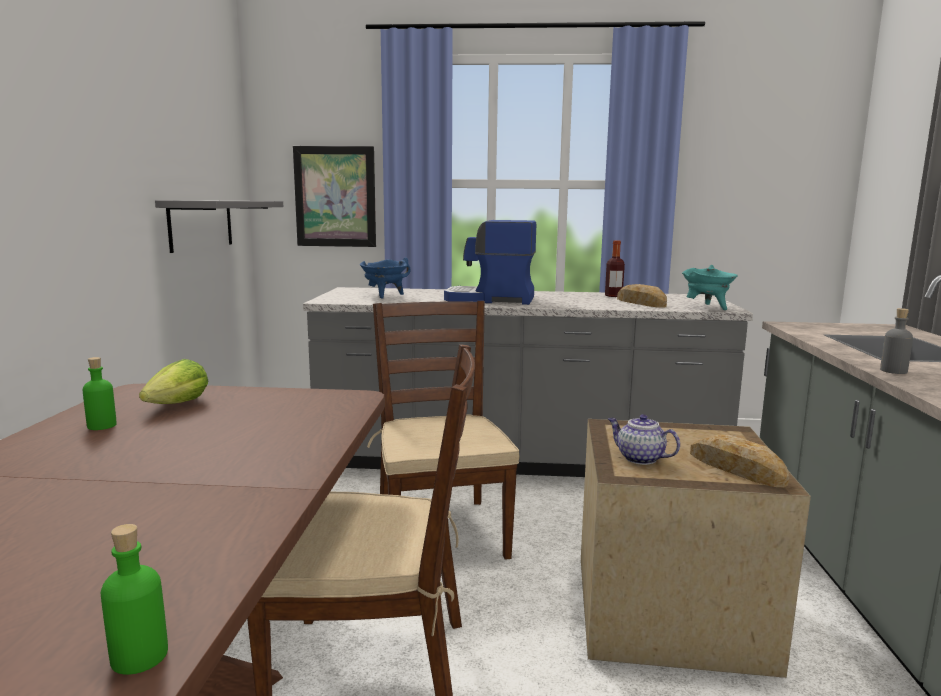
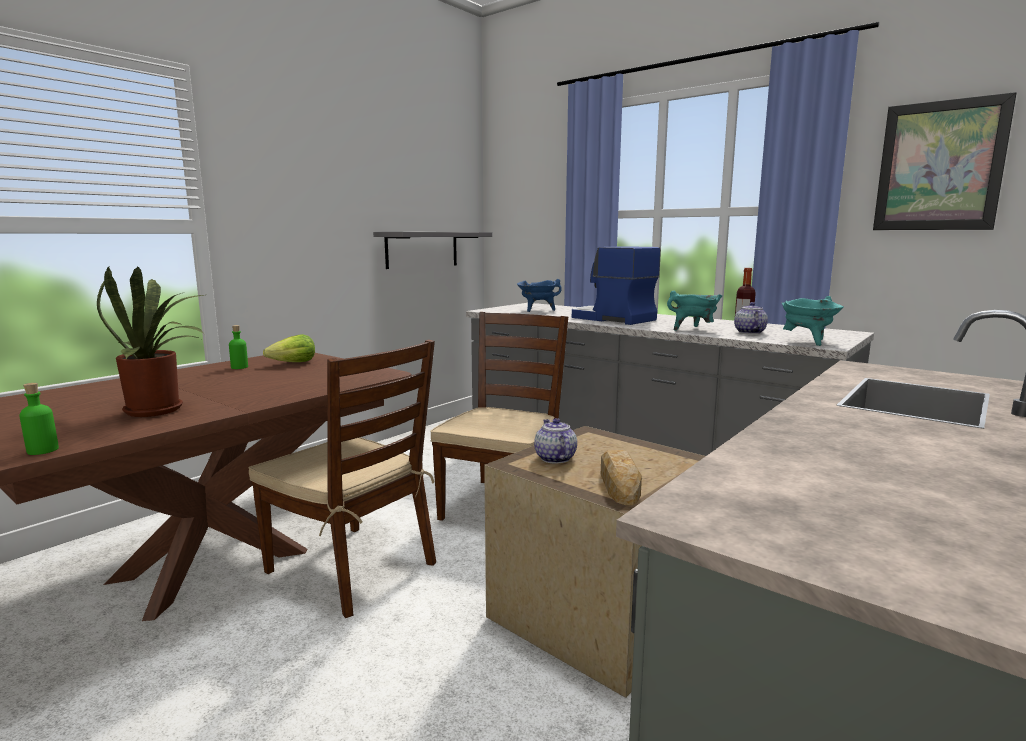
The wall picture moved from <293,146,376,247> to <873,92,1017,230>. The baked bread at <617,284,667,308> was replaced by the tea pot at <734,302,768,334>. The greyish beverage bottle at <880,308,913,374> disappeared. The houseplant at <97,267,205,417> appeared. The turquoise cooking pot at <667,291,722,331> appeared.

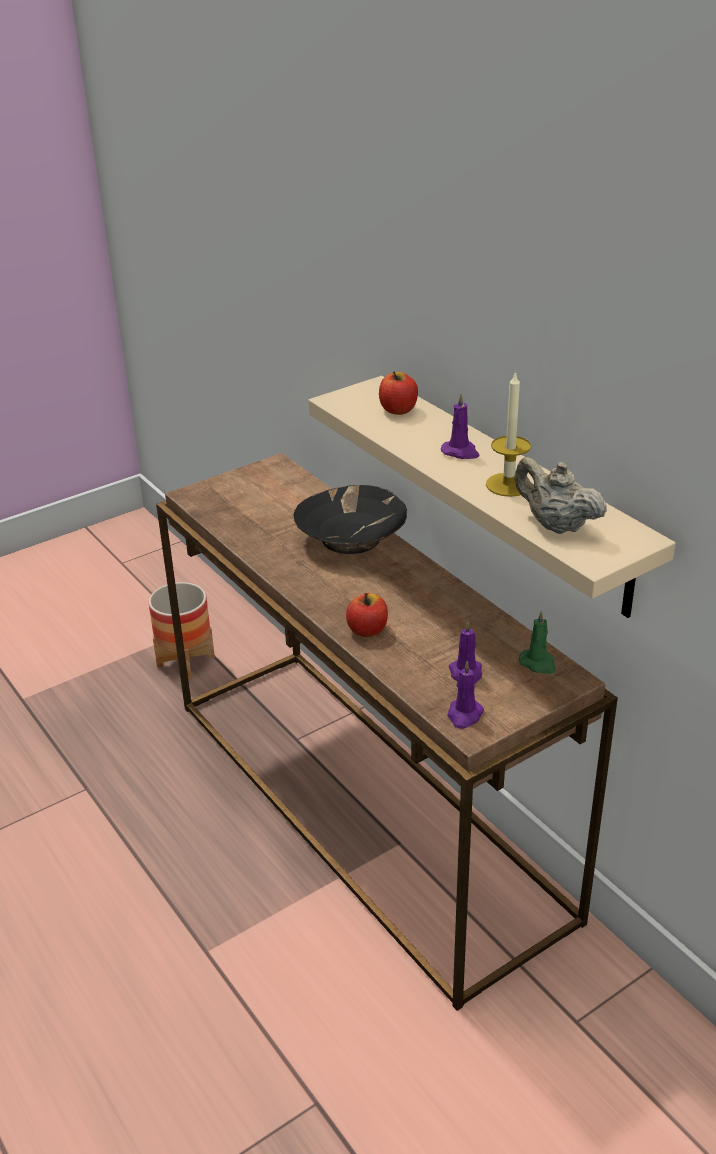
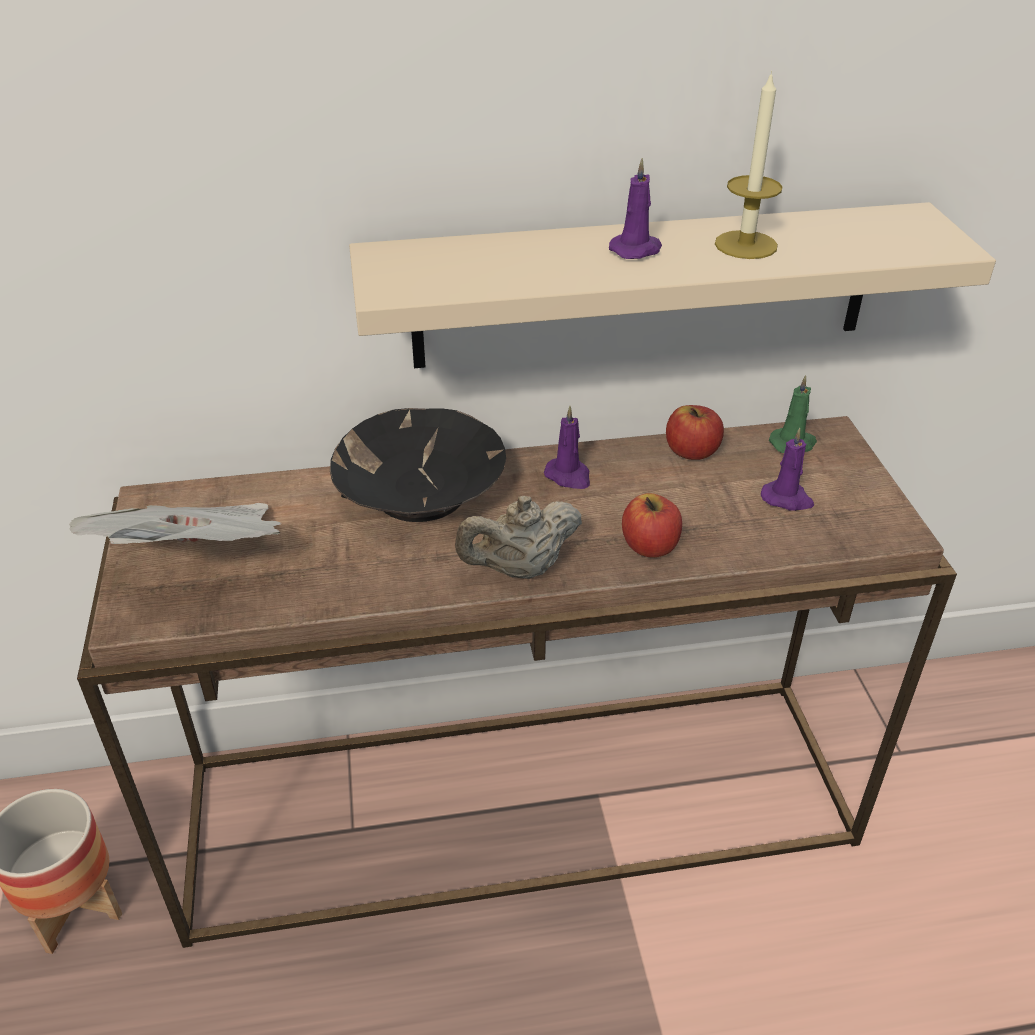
The apple fruit moved from <379,371,418,415> to <666,405,724,460>. The purplish wax candle moved from <448,661,484,729> to <544,406,590,489>. The beige-coloured tea pot moved from <514,457,607,534> to <455,496,582,579>. The printed paper at <69,503,281,544> appeared.

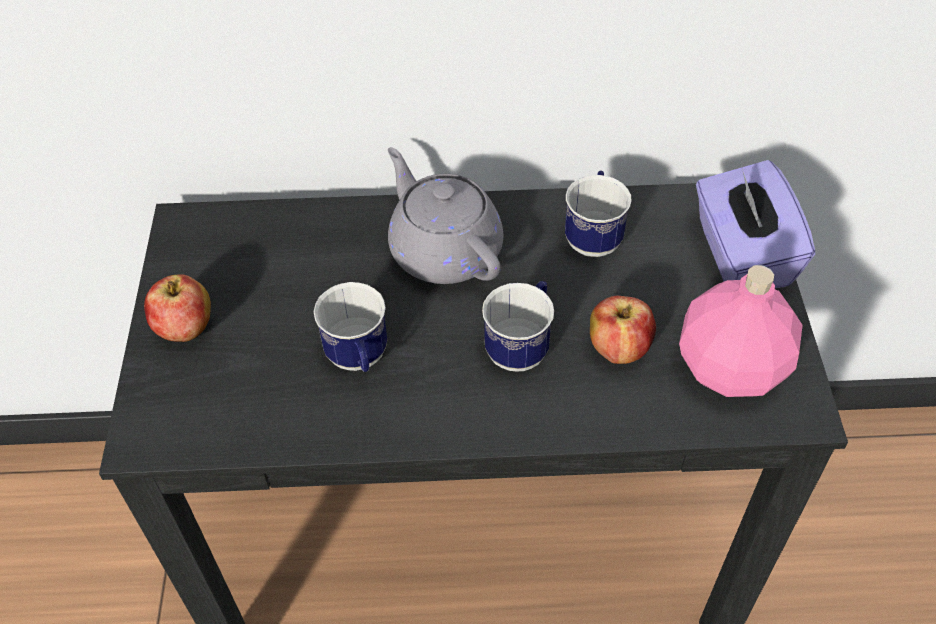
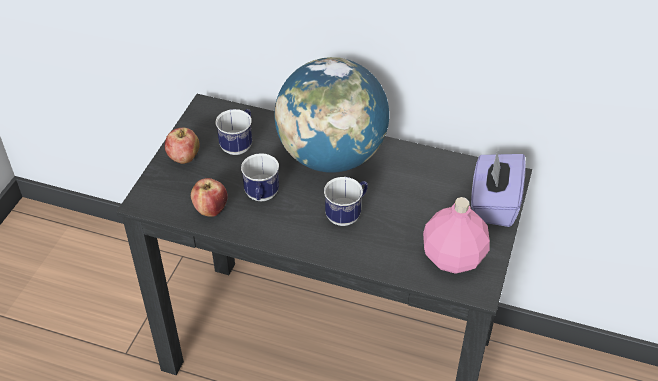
The greyish tea pot at <388,147,503,284> was replaced by the desk globe at <275,57,389,173>. The mug moved from <565,171,631,257> to <216,109,252,155>. The apple fruit moved from <590,296,656,364> to <191,178,228,217>.

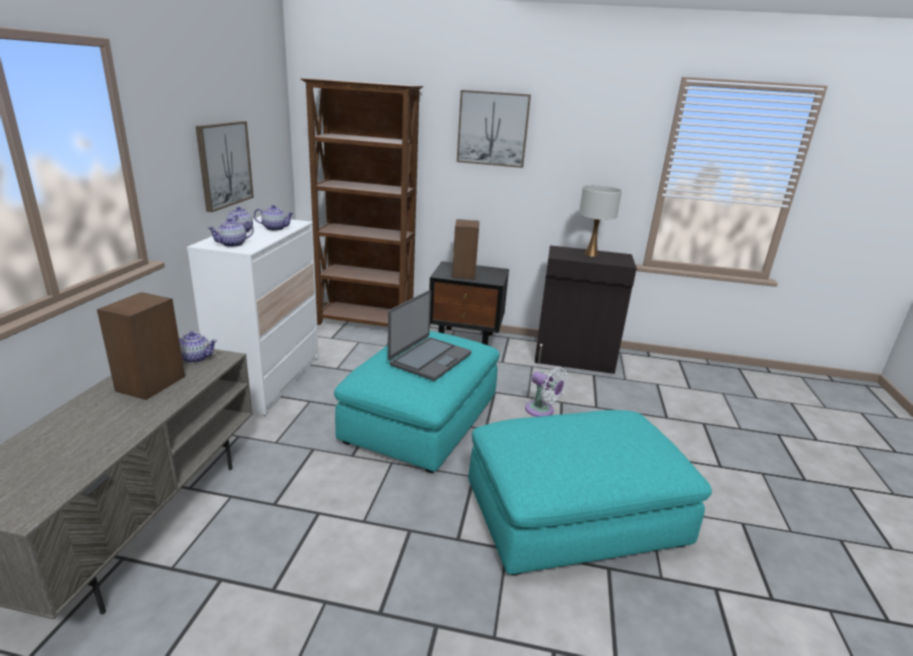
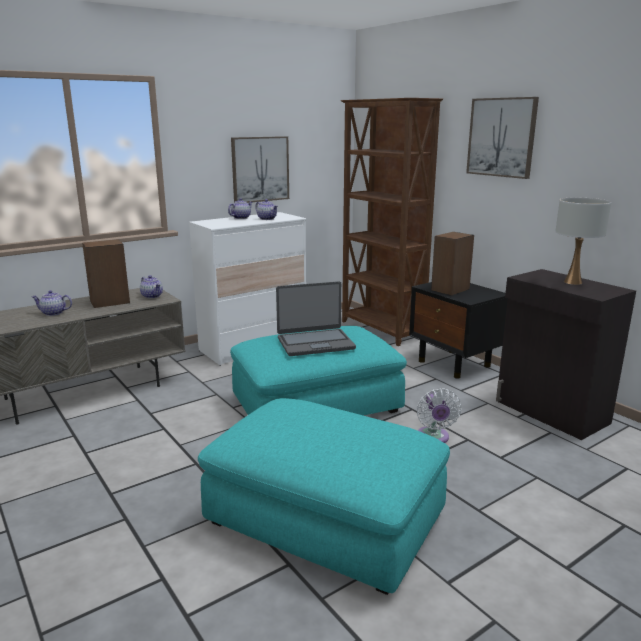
The tea pot moved from <207,218,254,247> to <32,290,72,316>.

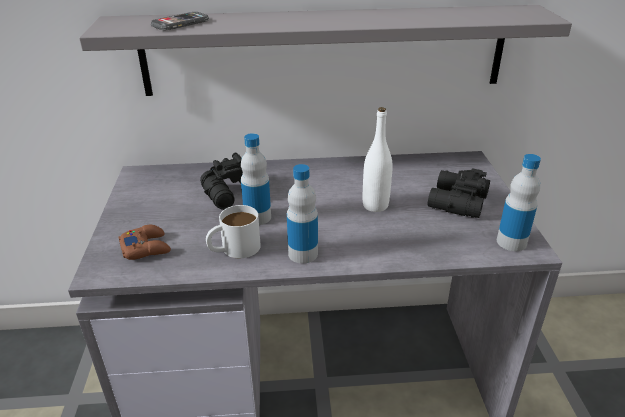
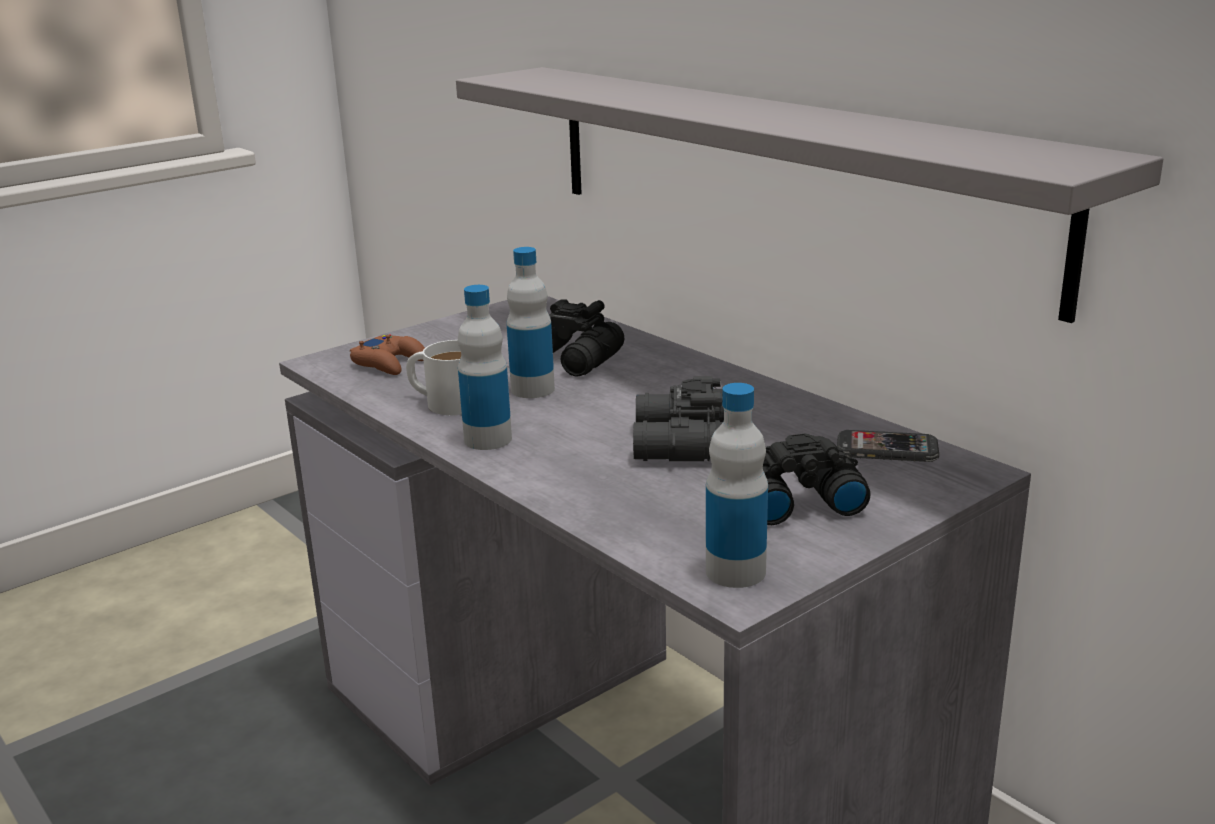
The telephone moved from <151,12,209,30> to <837,430,939,462>. The white-coloured beverage bottle at <363,107,393,212> was replaced by the blackish binoculars at <633,376,724,461>.

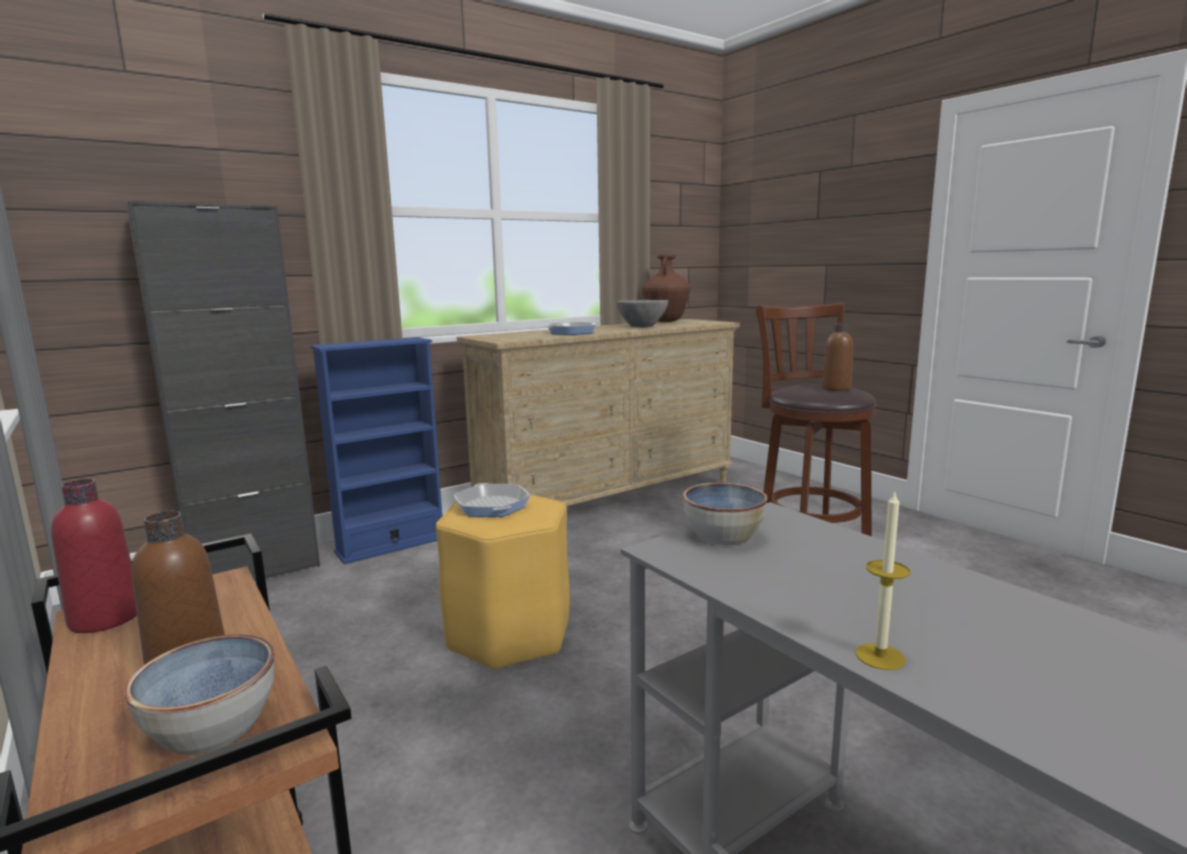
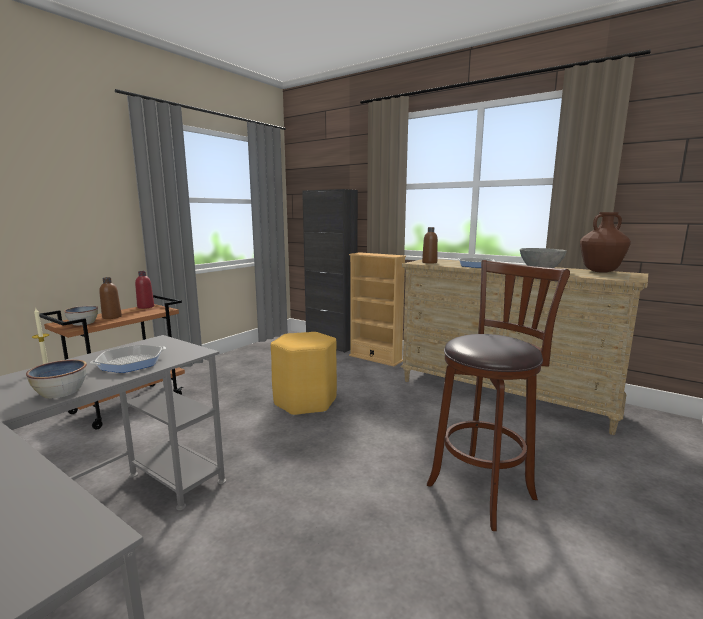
The blue bookcase at <311,337,442,564> became the beige-coloured bookcase at <349,252,406,366>. The frying pan moved from <454,483,530,517> to <90,345,166,373>. The deep dish moved from <683,483,768,545> to <26,360,87,398>. The brownish beverage bottle moved from <822,323,853,391> to <422,227,438,264>.

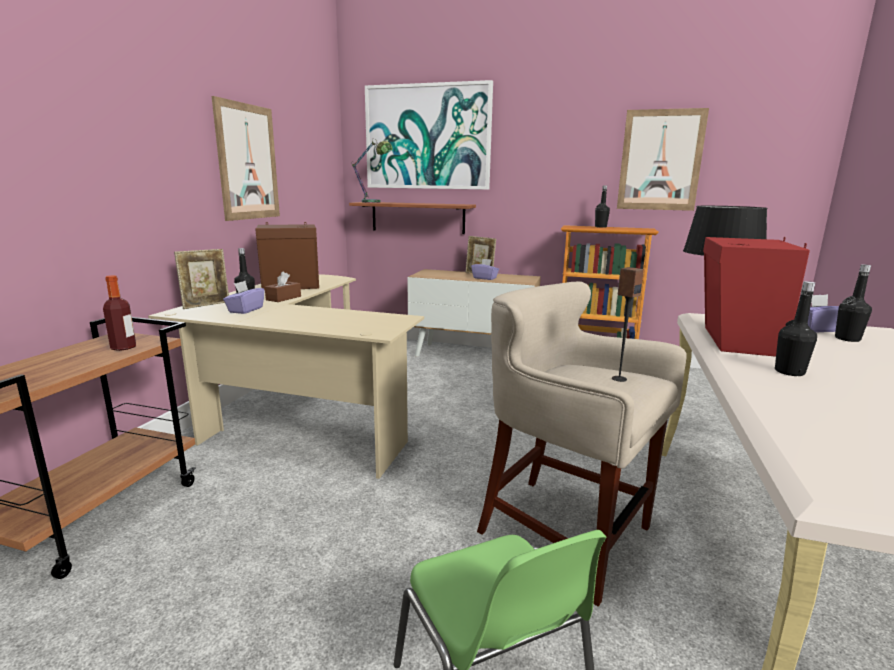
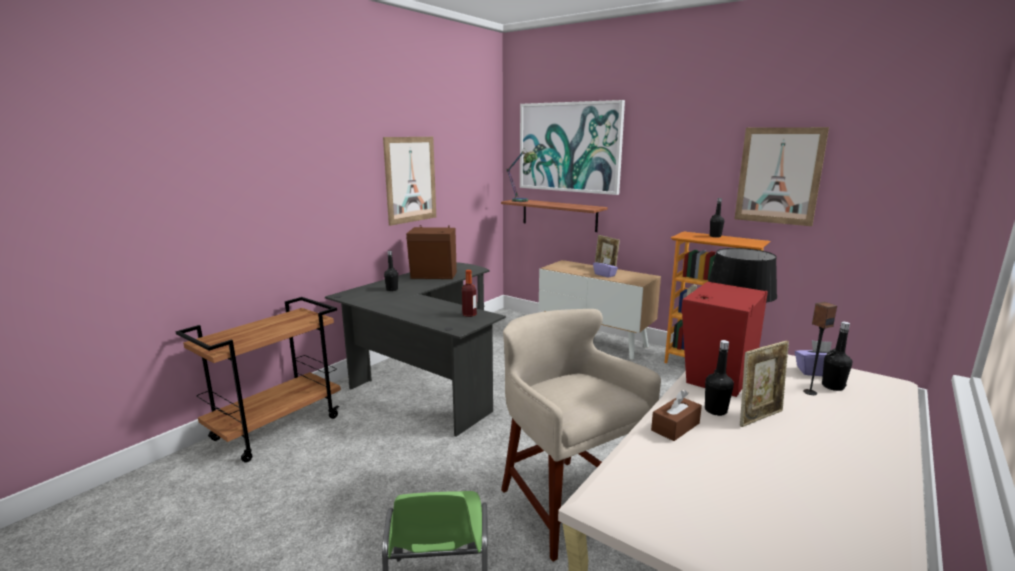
The beverage bottle moved from <103,275,136,351> to <462,270,477,317>. The beige-coloured desk table at <148,274,424,479> became the blackish desk table at <325,262,506,437>. The standing frame moved from <174,249,229,309> to <740,341,789,427>. The purplish tissue holder at <223,281,265,314> disappeared. The brownish tissue holder moved from <265,271,301,302> to <651,390,702,441>. The audio speaker moved from <612,267,644,382> to <803,302,837,395>.

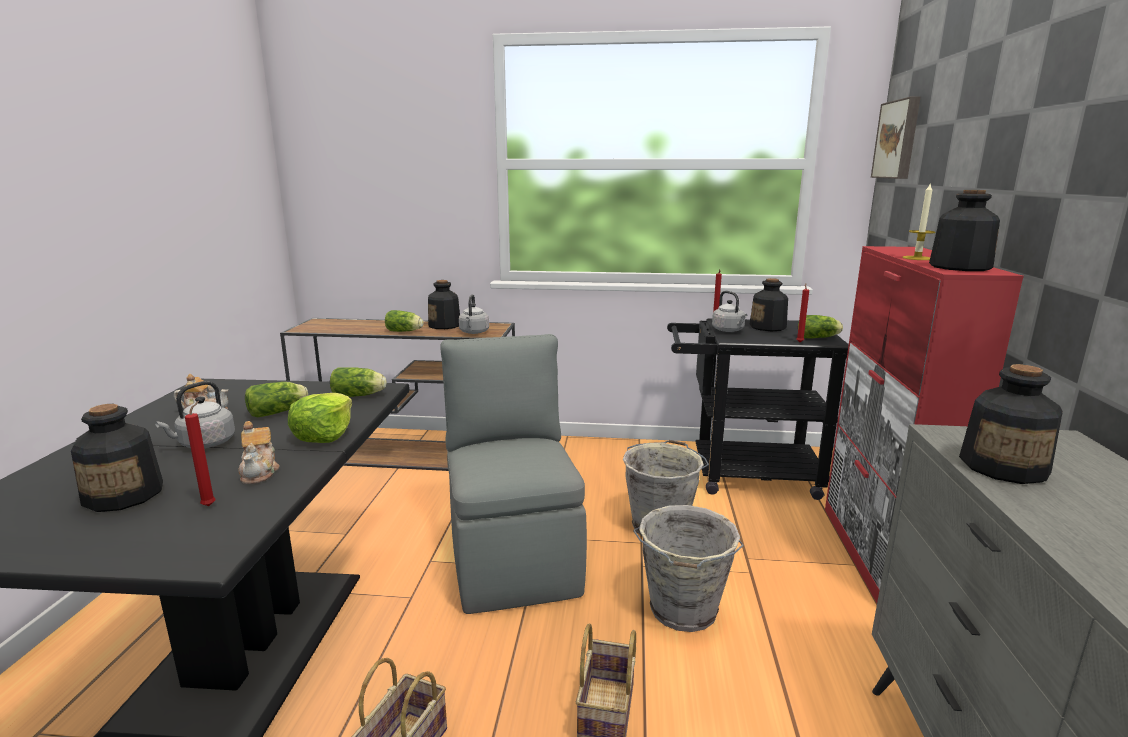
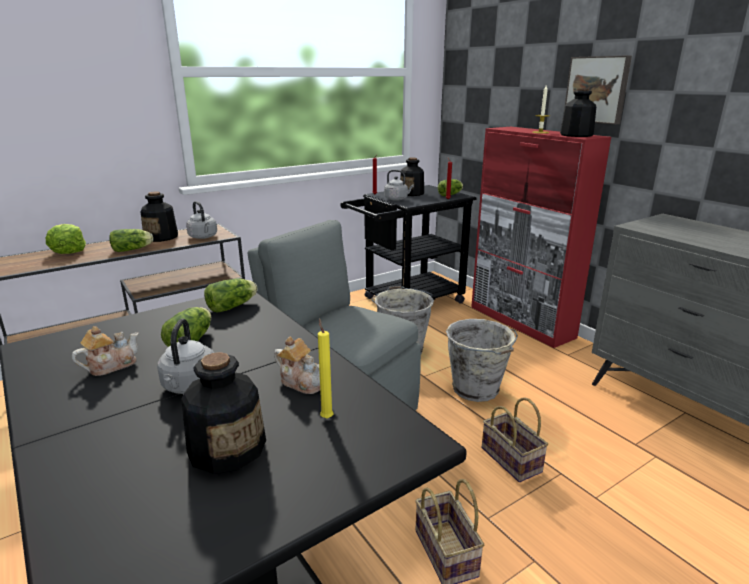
The red-coloured wax candle at <185,401,215,506> became the yellow-coloured wax candle at <318,318,333,418>. The head of lettuce moved from <288,393,352,443> to <46,224,86,254>. The wall picture moved from <871,96,921,179> to <564,56,632,125>. The beverage bottle at <959,364,1063,484> disappeared.

